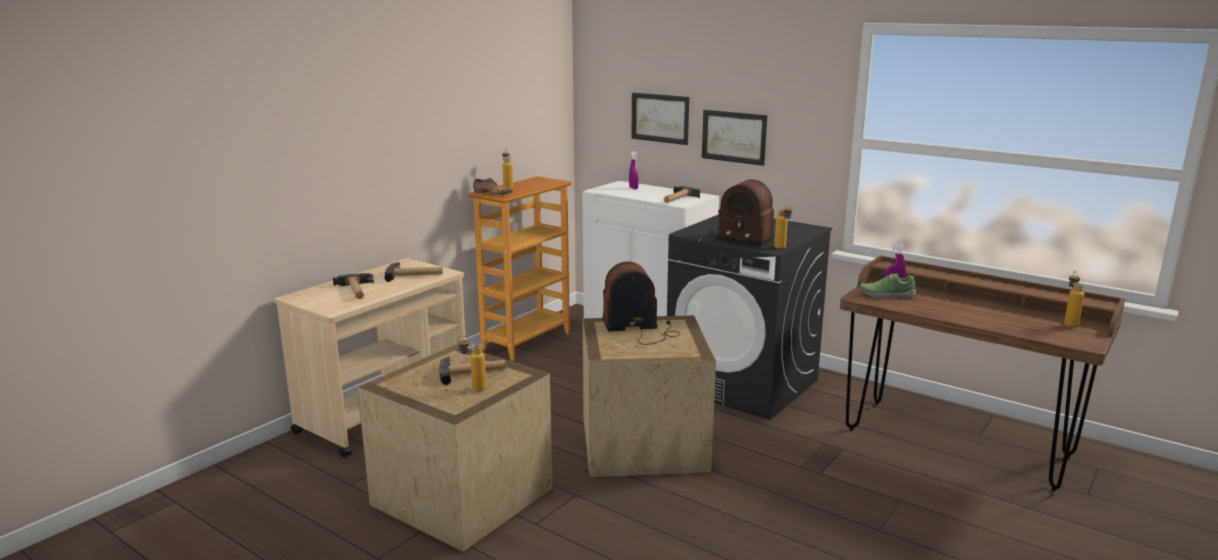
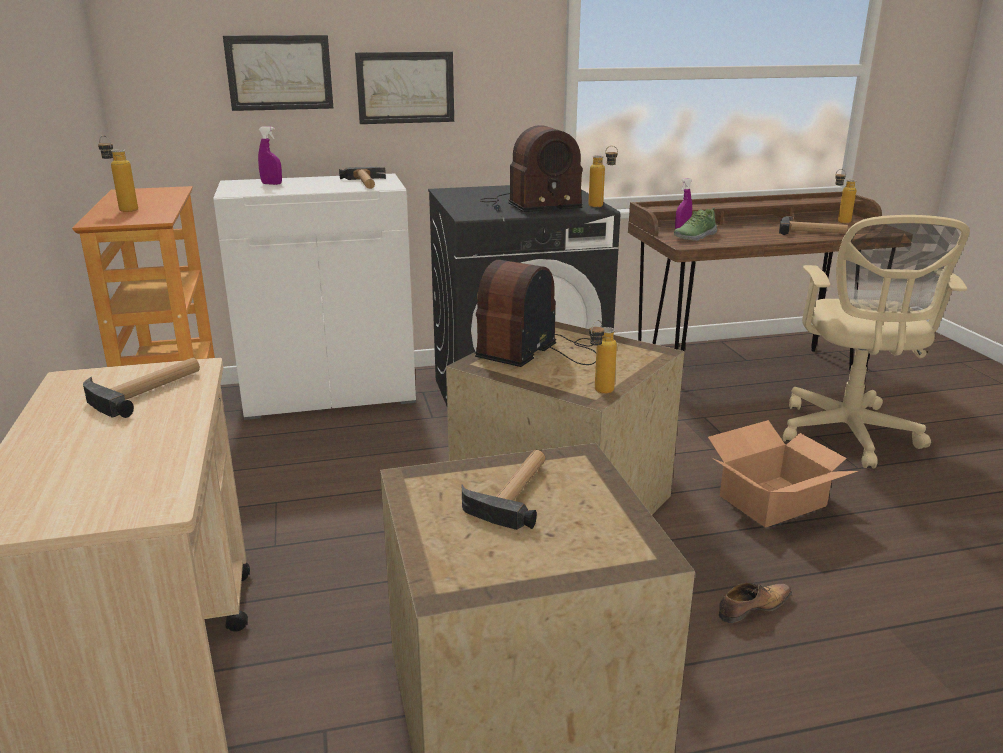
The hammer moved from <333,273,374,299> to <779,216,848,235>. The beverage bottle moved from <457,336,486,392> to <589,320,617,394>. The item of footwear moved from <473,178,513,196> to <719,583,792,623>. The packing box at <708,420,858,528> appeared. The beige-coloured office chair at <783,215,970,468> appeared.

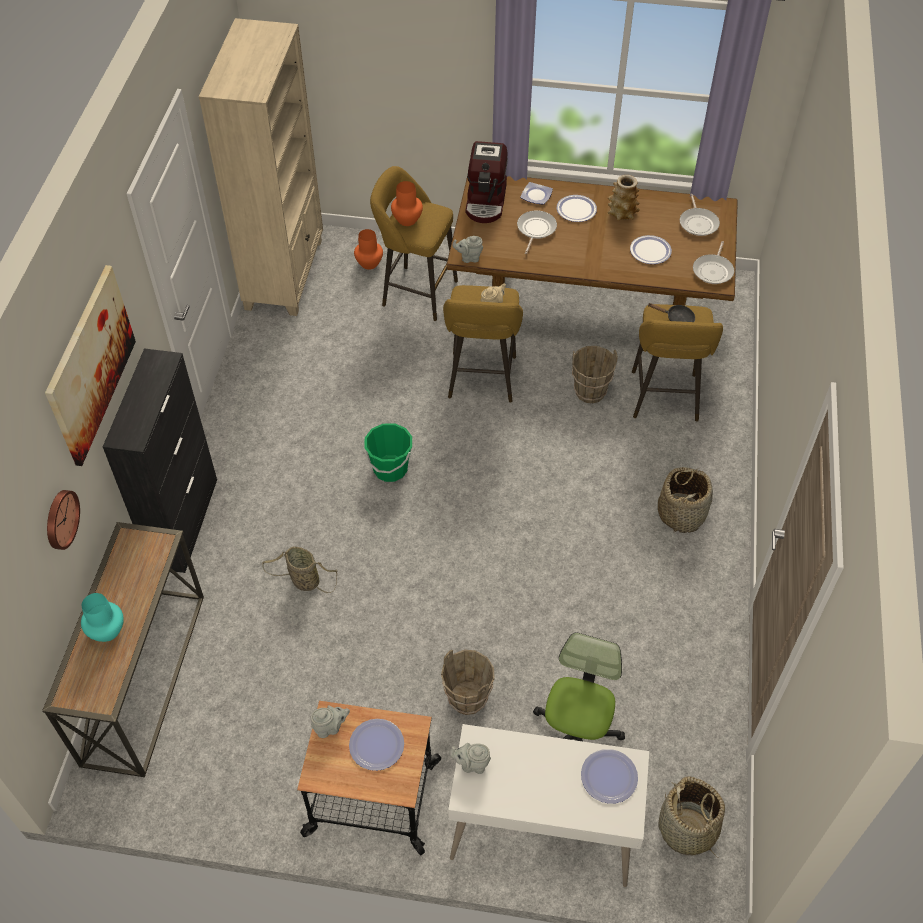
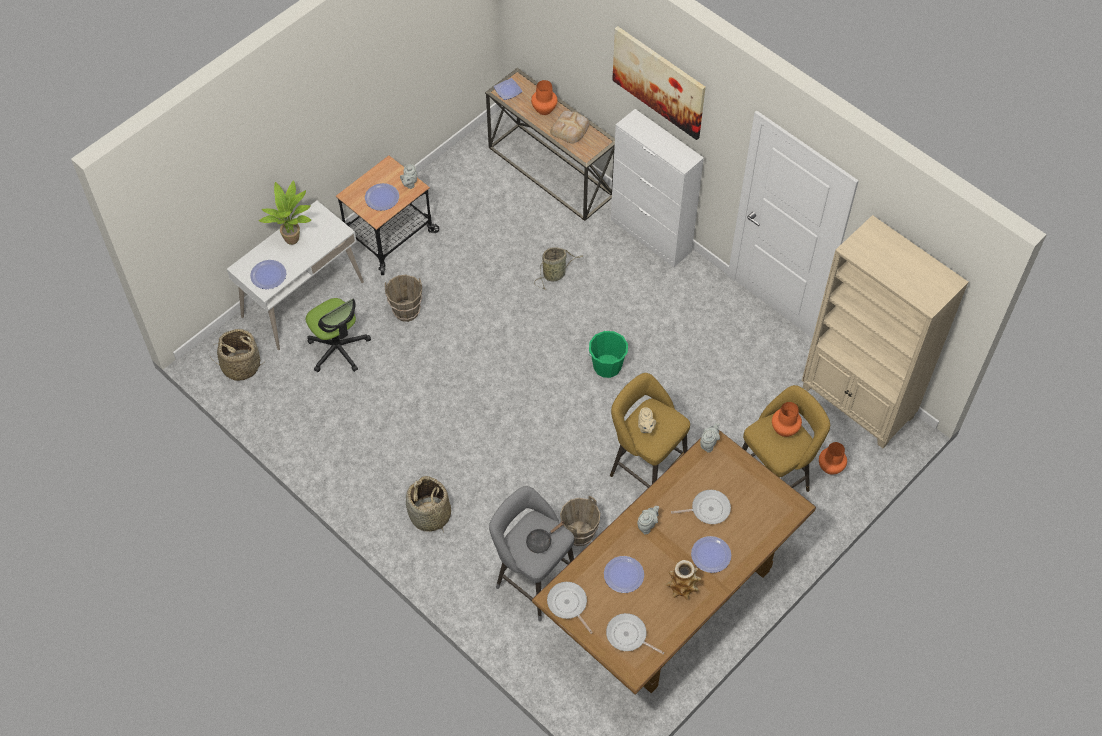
The clock on the wall at <47,490,80,550> disappeared. The turquoise flower vase at <81,593,124,642> became the orange flower vase at <531,80,558,115>. The blackish cupboard at <103,349,217,573> became the white-coloured cupboard at <611,109,704,267>. The greyish tea pot moved from <449,743,491,774> to <637,506,659,535>. The coffee brewer at <465,141,508,223> disappeared. The frying pan at <517,211,557,254> turned 60 degrees counterclockwise. The plate moved from <520,182,553,204> to <494,78,522,100>. The yellow-coloured sitting stool at <632,304,723,422> became the greyish sitting stool at <489,486,574,621>. The houseplant at <258,180,311,245> appeared. The baked bread at <550,110,590,144> appeared.

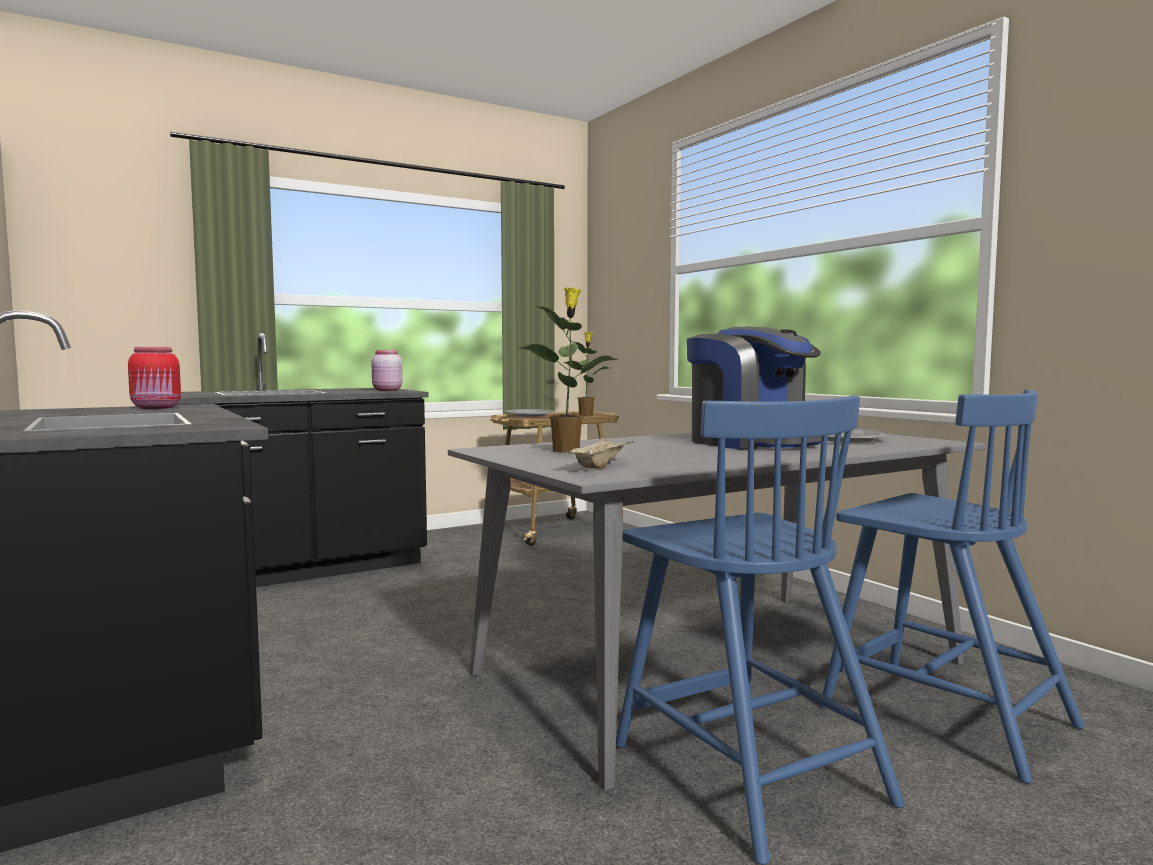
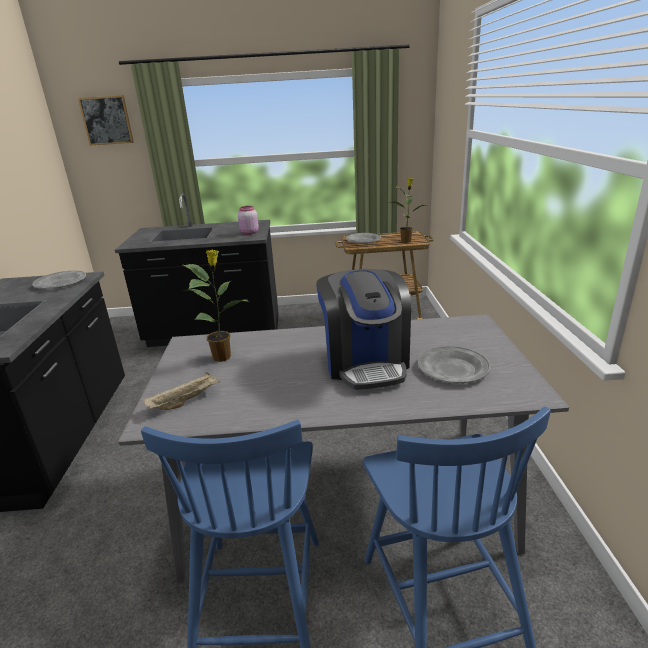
The red-coloured storage jar at <128,347,181,409> was replaced by the greyish plate at <32,271,86,289>. The wall picture at <78,95,134,145> appeared.

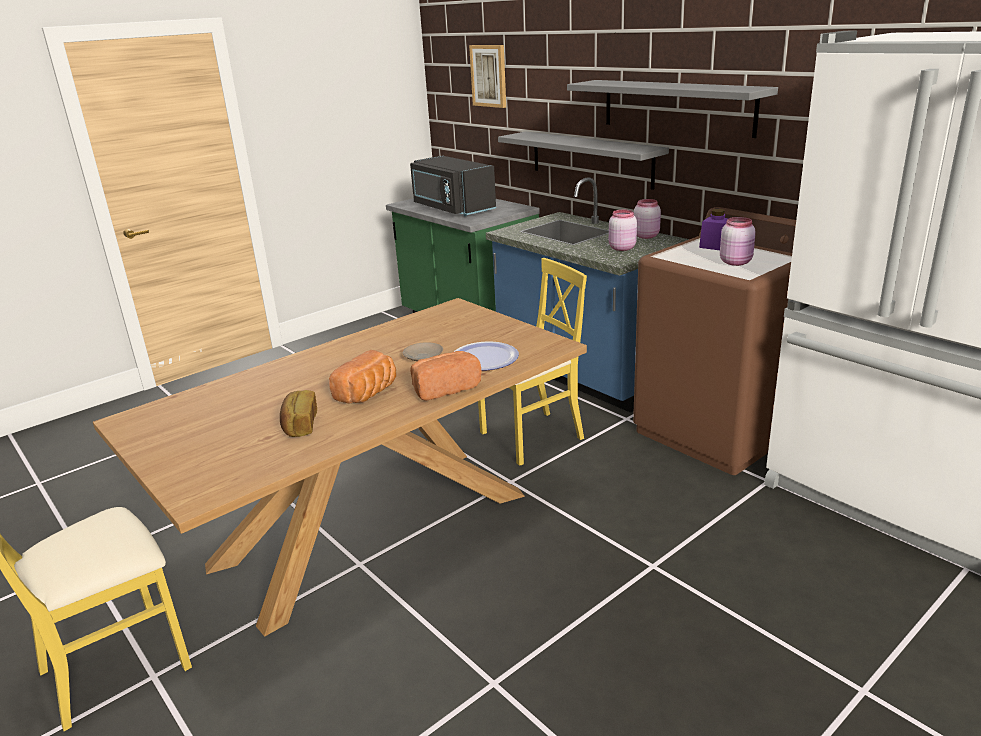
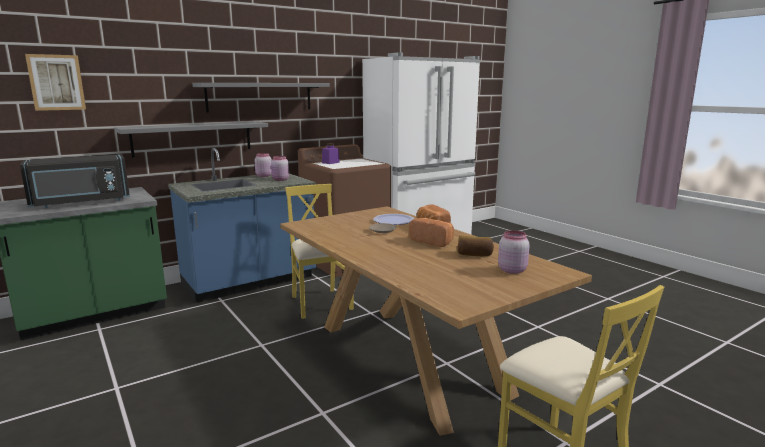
The pink storage jar moved from <720,217,756,266> to <498,230,530,274>.

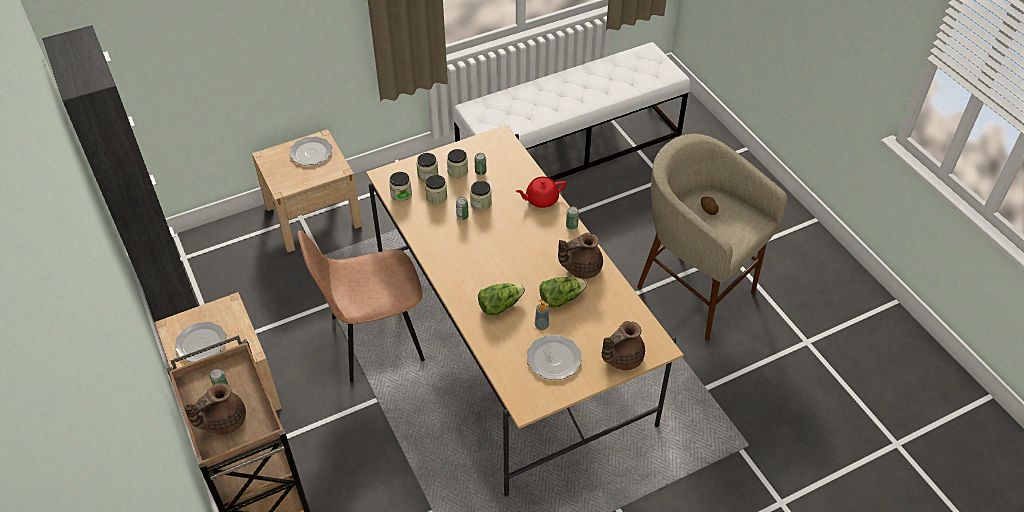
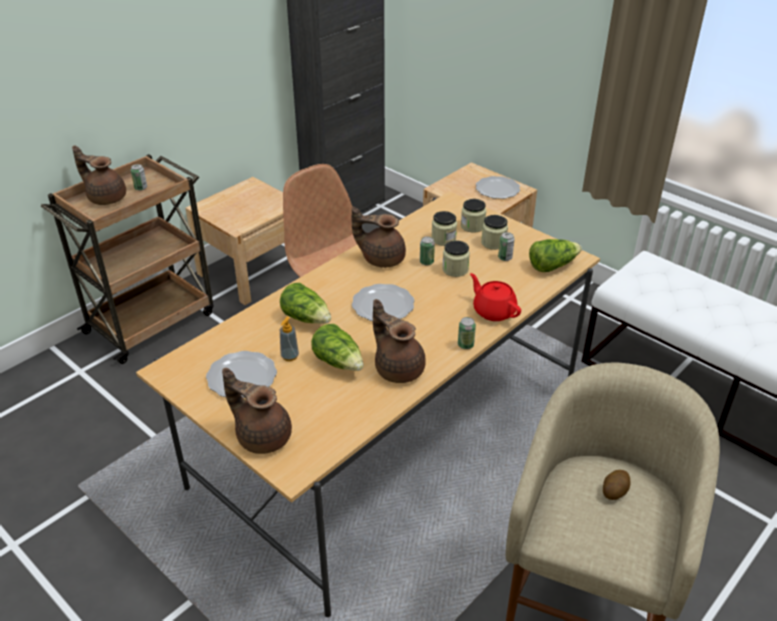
The plate moved from <175,322,227,362> to <352,284,414,321>. The storage jar at <389,172,412,201> disappeared. The brownish tea pot at <351,206,406,268> appeared. The head of lettuce at <529,239,582,272> appeared.

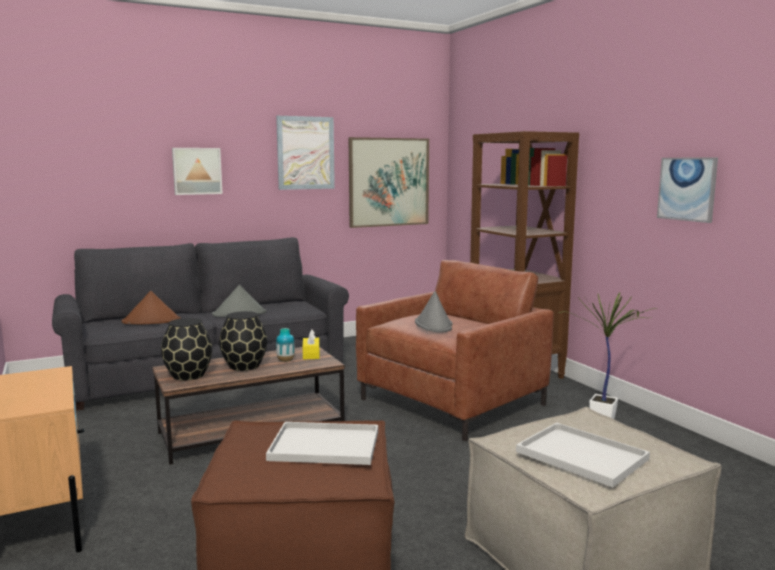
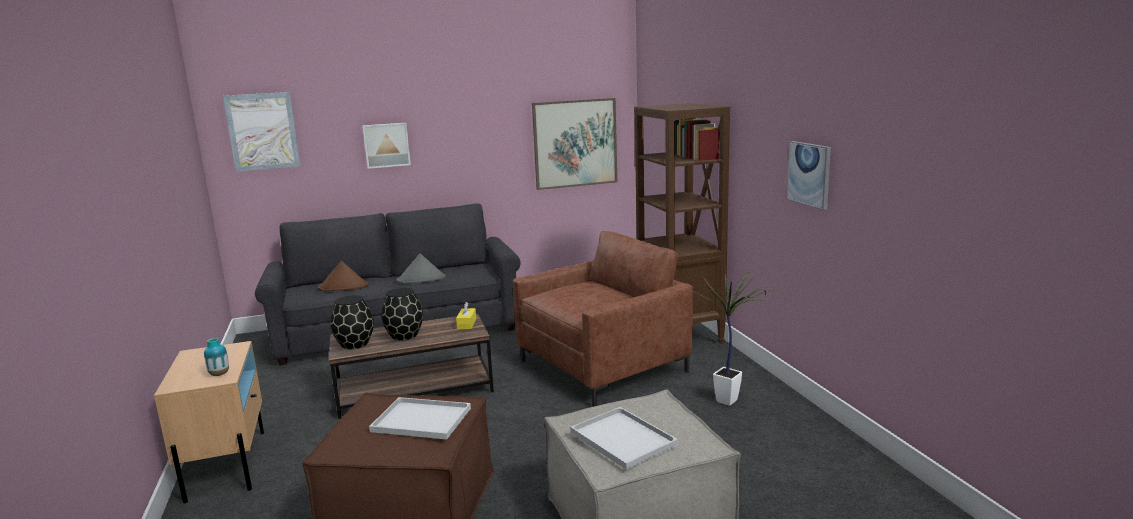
The wall picture moved from <276,116,335,190> to <223,92,301,172>. The flower vase moved from <276,328,295,362> to <204,338,229,376>. The greyish wearable hat at <415,291,453,333> disappeared.

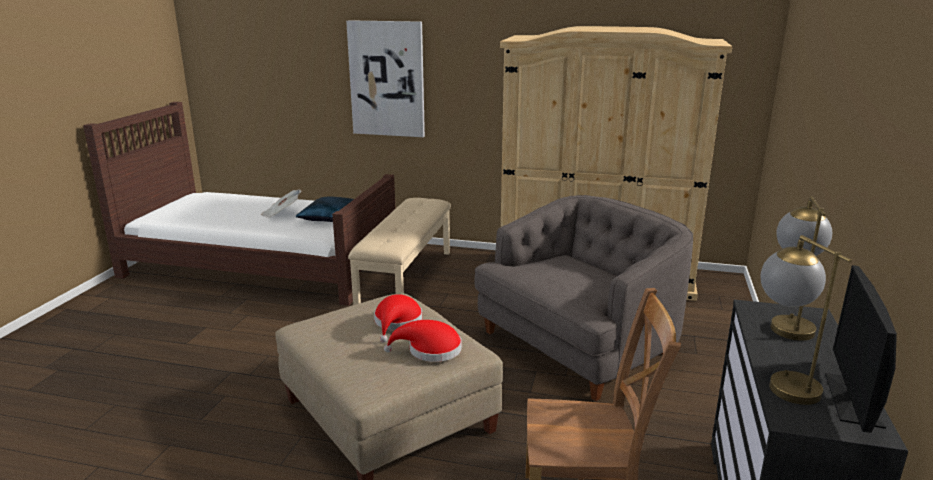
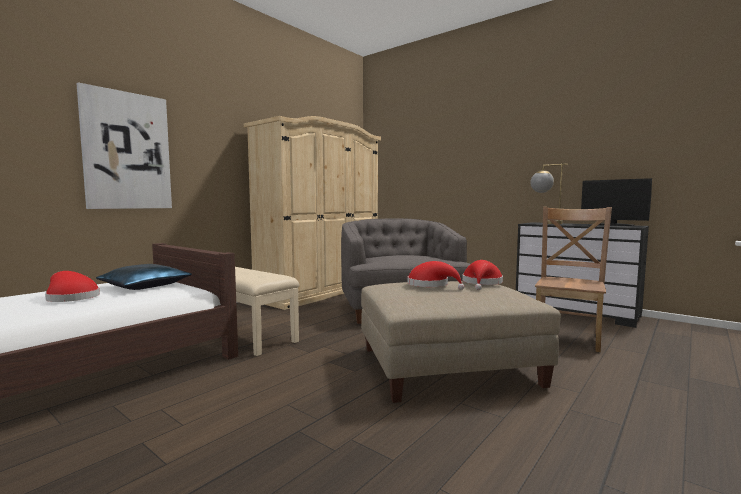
The printed paper at <261,190,301,218> was replaced by the red-coloured wearable hat at <45,271,100,302>. The lamp for a table at <761,235,852,405> disappeared.

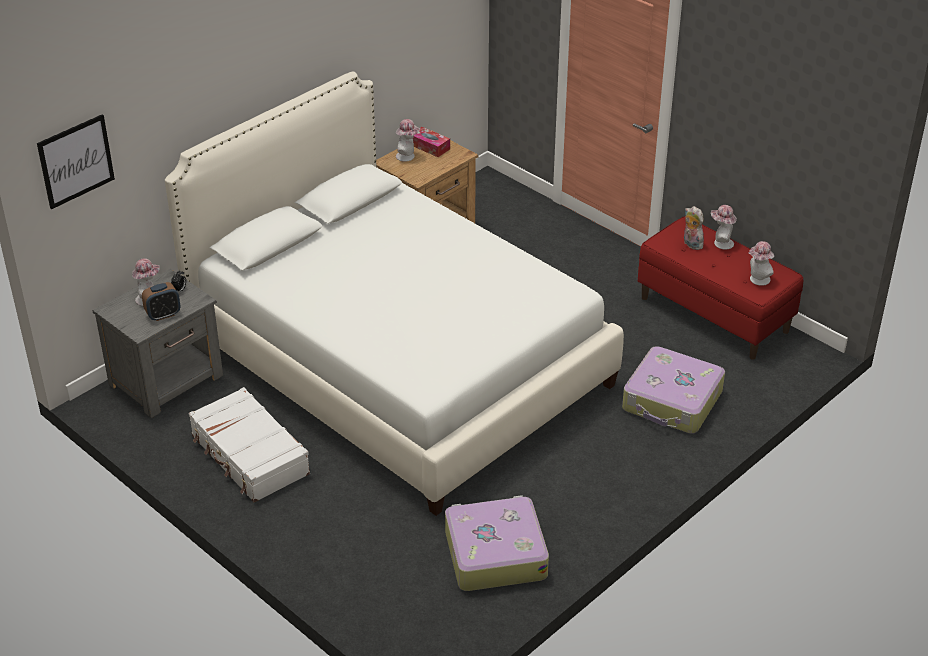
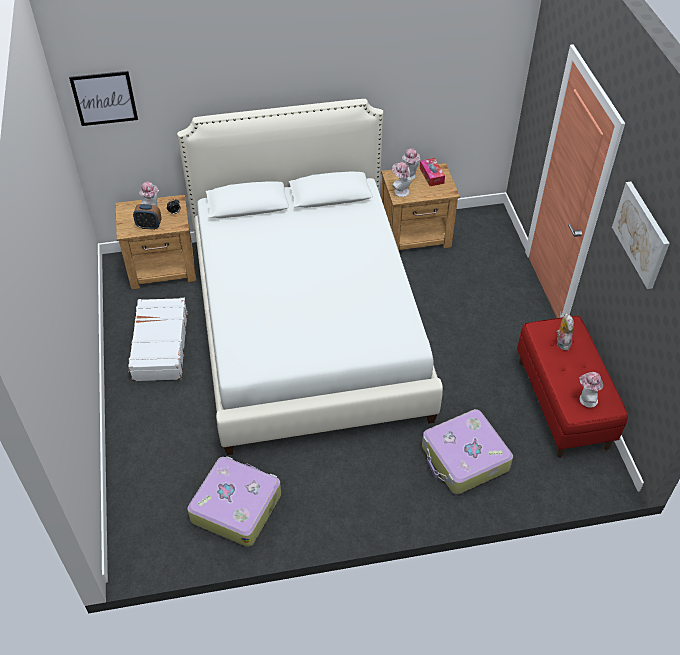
The greyish nightstand at <92,269,223,418> became the brownish nightstand at <115,195,196,290>. The wearable hat moved from <711,205,737,250> to <392,162,412,197>. The wall picture at <612,182,670,289> appeared.

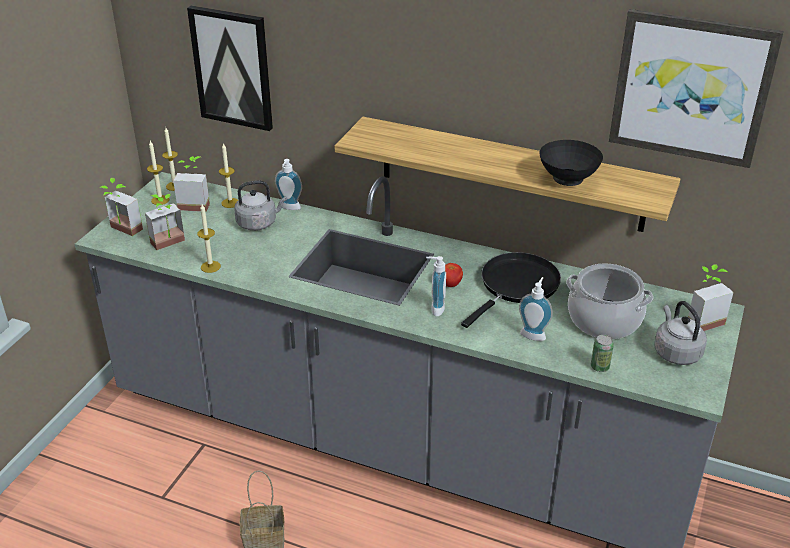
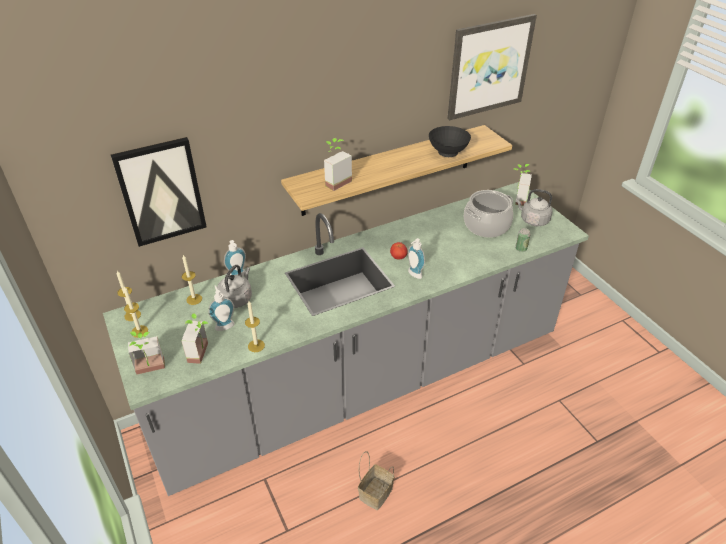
The houseplant moved from <173,156,210,212> to <324,138,352,191>. The blackish frying pan at <461,252,561,328> disappeared. The liquid soap bottle moved from <519,277,553,341> to <208,285,235,331>.

